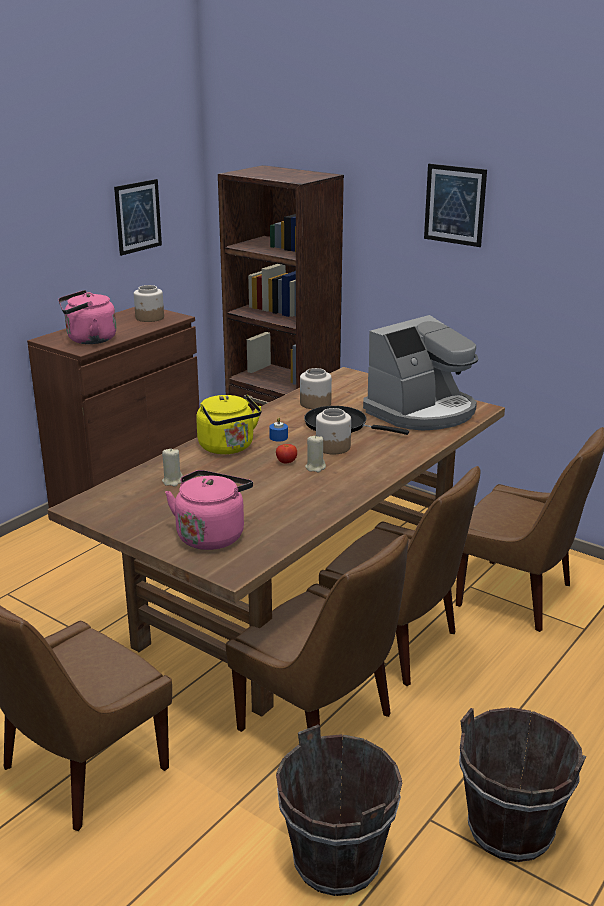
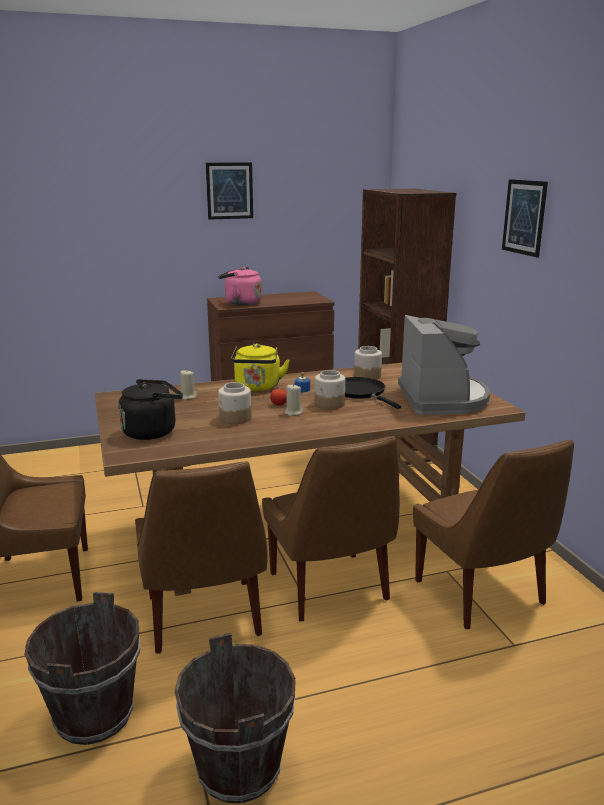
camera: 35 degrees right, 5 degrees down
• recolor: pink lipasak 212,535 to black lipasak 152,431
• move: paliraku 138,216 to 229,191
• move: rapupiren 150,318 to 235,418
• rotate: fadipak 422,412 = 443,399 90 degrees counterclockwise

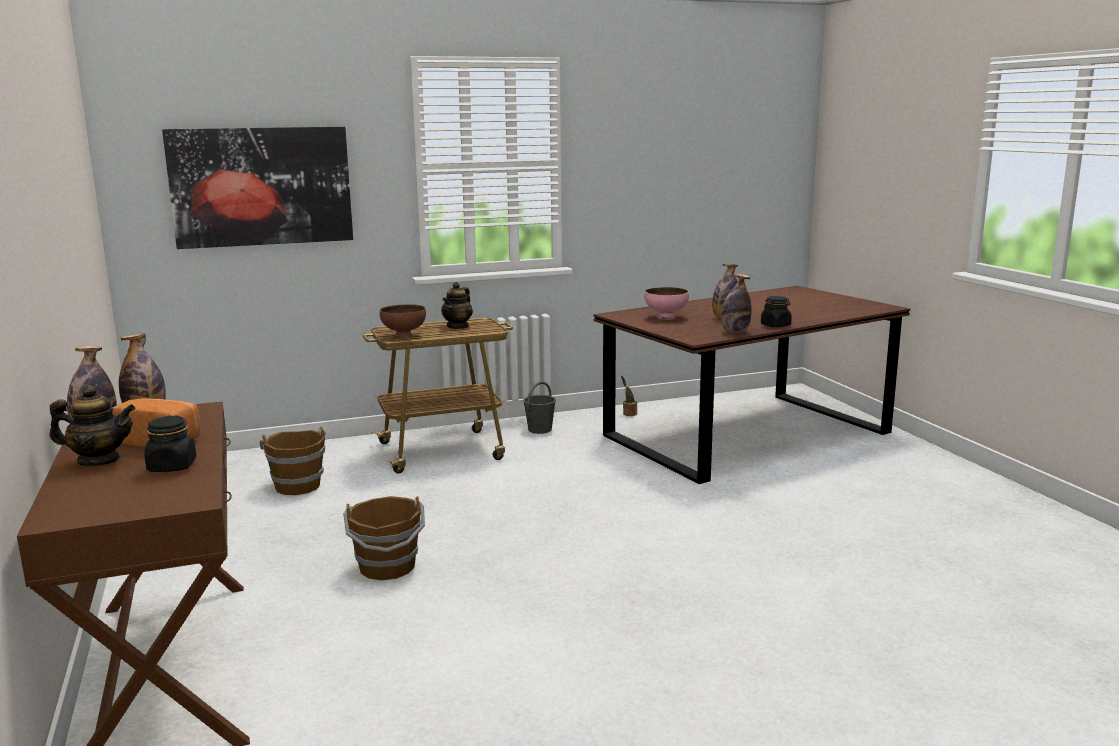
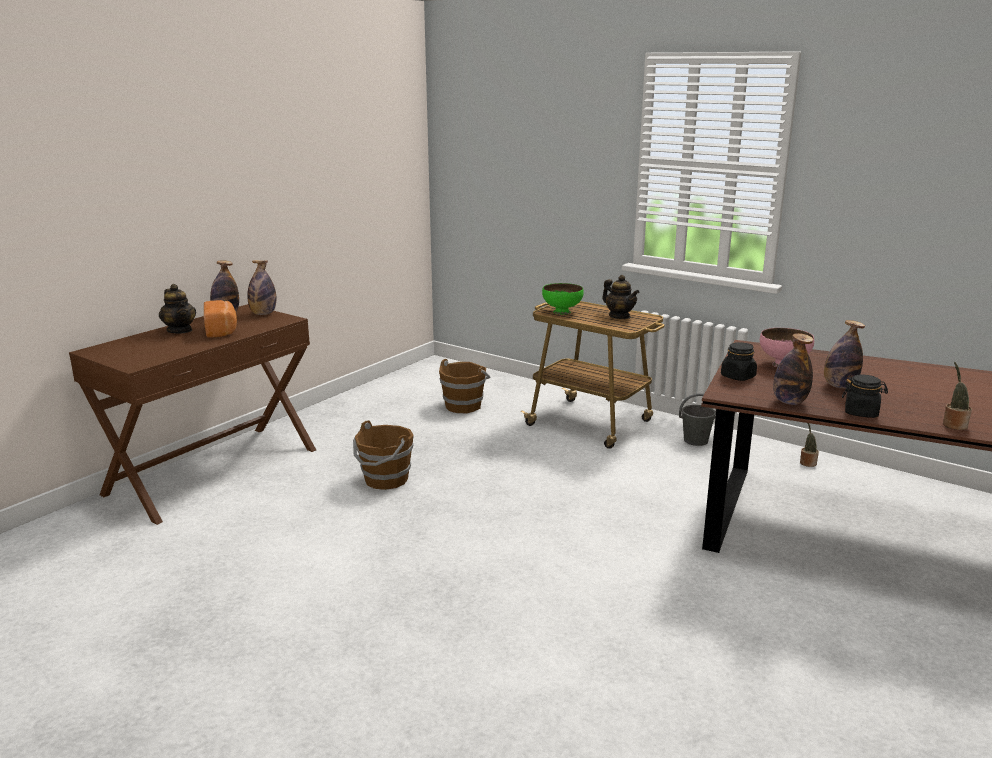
camera: 55 degrees right, 5 degrees up
• recolor: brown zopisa 404,336 to green zopisa 562,312
• rotate: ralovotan 458,326 = 619,316 120 degrees counterclockwise
• move: black rapupiren 172,466 to 737,377
• insert: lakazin 953,424
• delete: paliraku 261,186

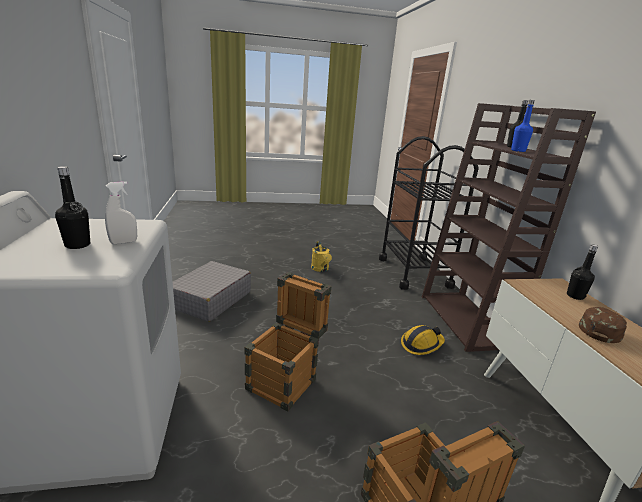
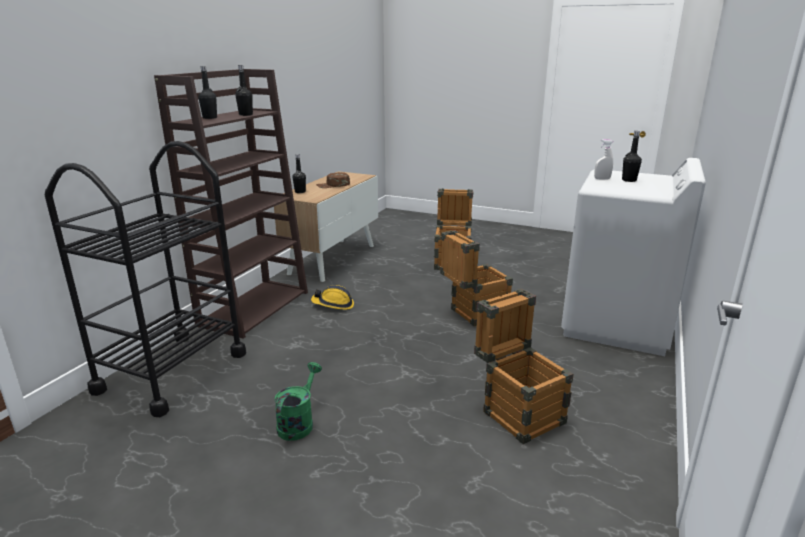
camera: 145 degrees left, 0 degrees up
• recolor: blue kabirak 518,151 to black kabirak 246,114
• recolor: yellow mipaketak 321,269 to green mipaketak 298,423
• replace: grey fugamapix 210,299 to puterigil 517,412

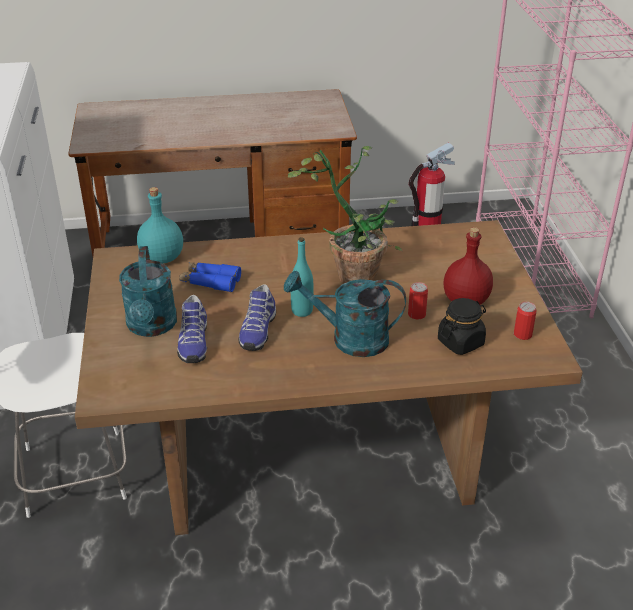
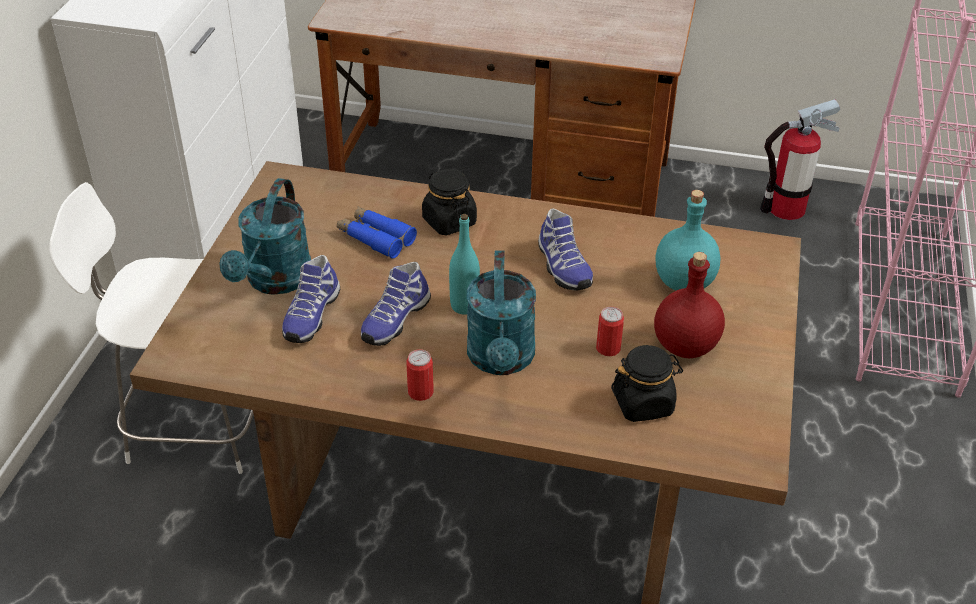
camera: 20 degrees right, 5 degrees up
• move: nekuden 522,334 to 420,392
• insert: black rapupiren 449,221
• rotate: turquoise mipaketak 349,339 = 501,360 120 degrees counterclockwise
• replace: lakazin 354,271 to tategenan 562,267
• move: turquoise kabirak 161,258 to 682,282

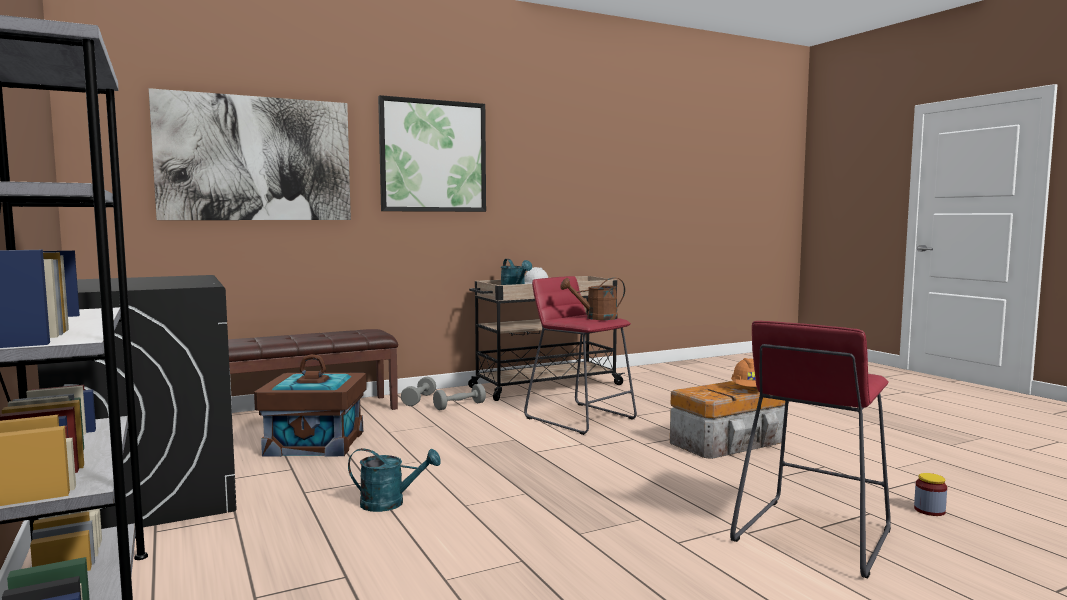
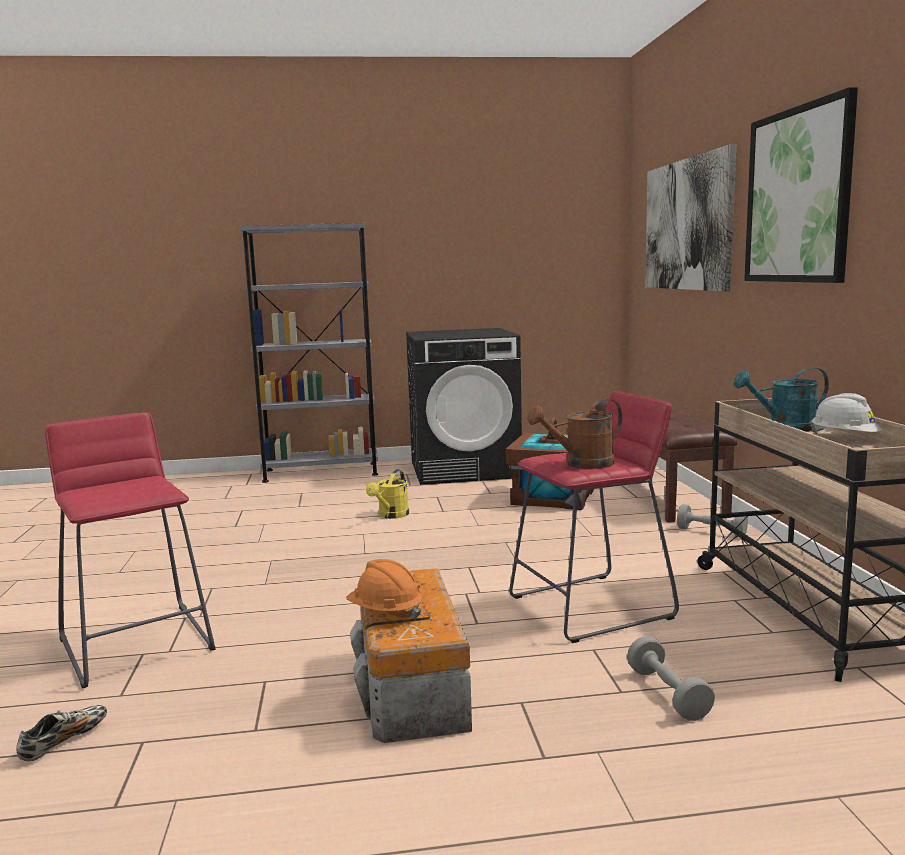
camera: 110 degrees right, 5 degrees up
• replace: rapupiren 929,510 to tategenan 64,741
• recolor: turquoise mipaketak 390,503 to yellow mipaketak 391,515
• rotate: brown mipaketak 596,318 = 581,464 120 degrees counterclockwise
• move: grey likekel 459,406 to 668,694

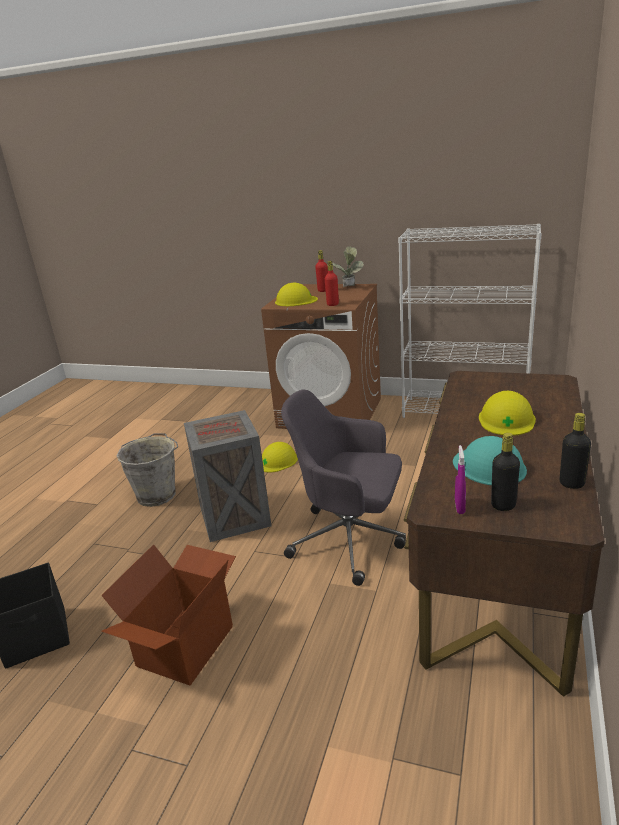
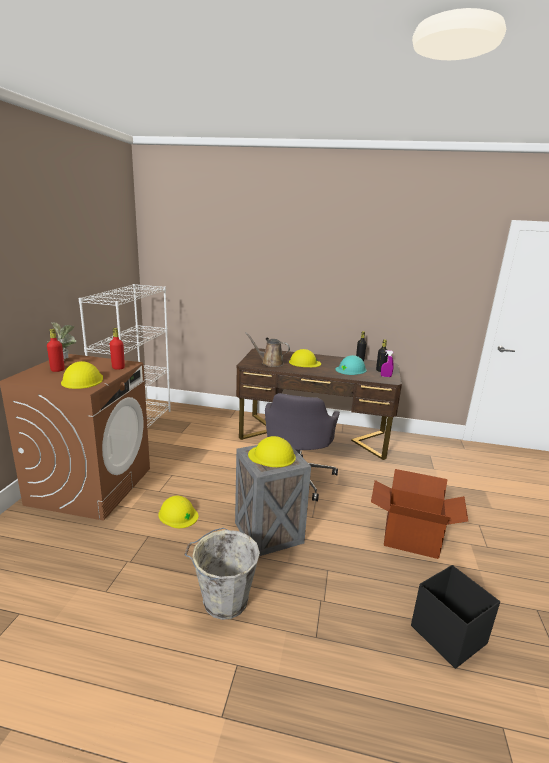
camera: 100 degrees left, 5 degrees down
• insert: brown mipaketak 270,363
• insert: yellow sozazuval 272,456

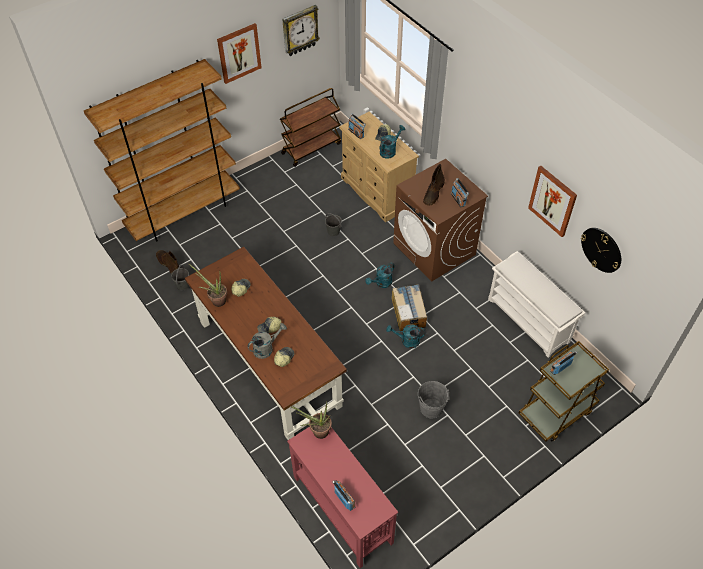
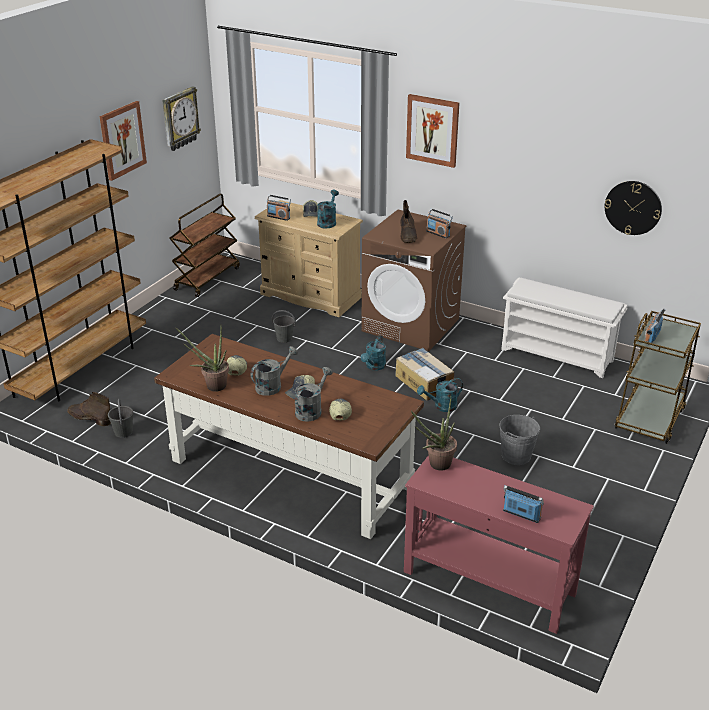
camera: 25 degrees left, 20 degrees down
• insert: grey mipaketak 272,386
• move: paliraku 552,201 to 432,130

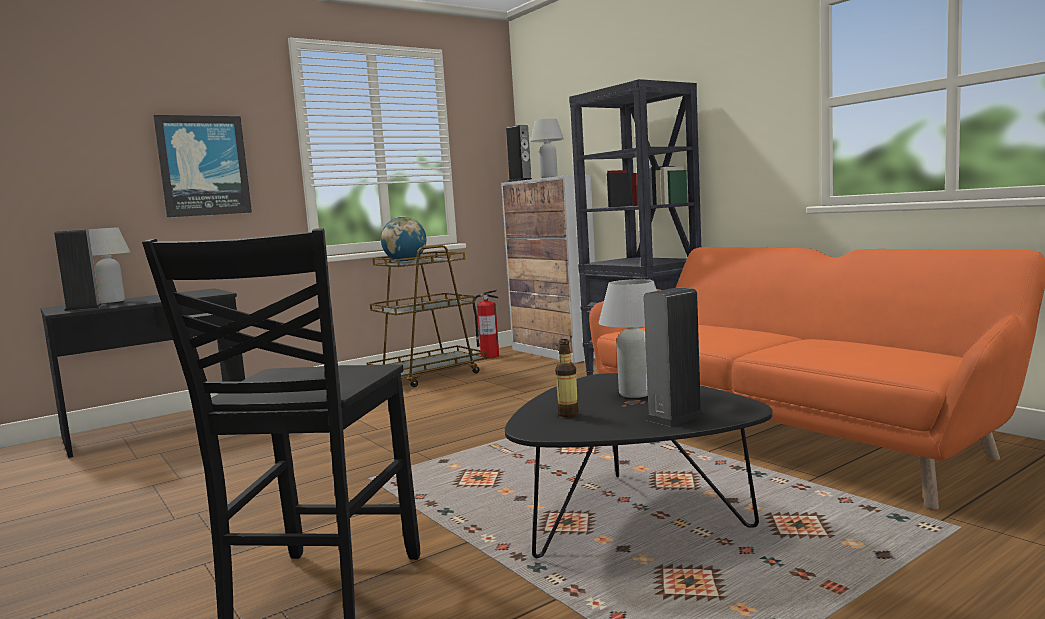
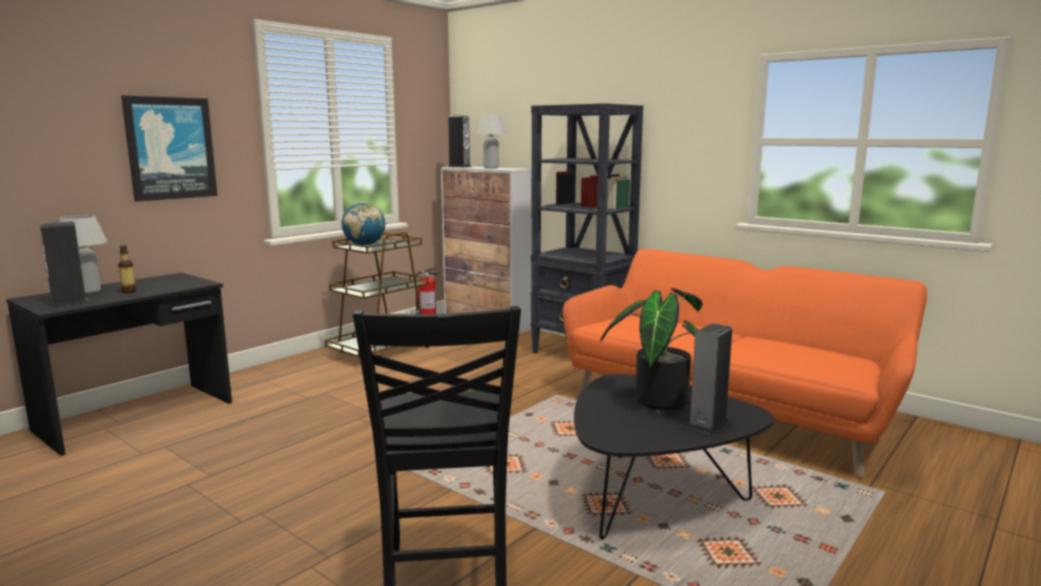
camera: 15 degrees left, 5 degrees up
• move: kabirak 568,414 to 129,292
• replace: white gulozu 635,394 to lakazin 657,398

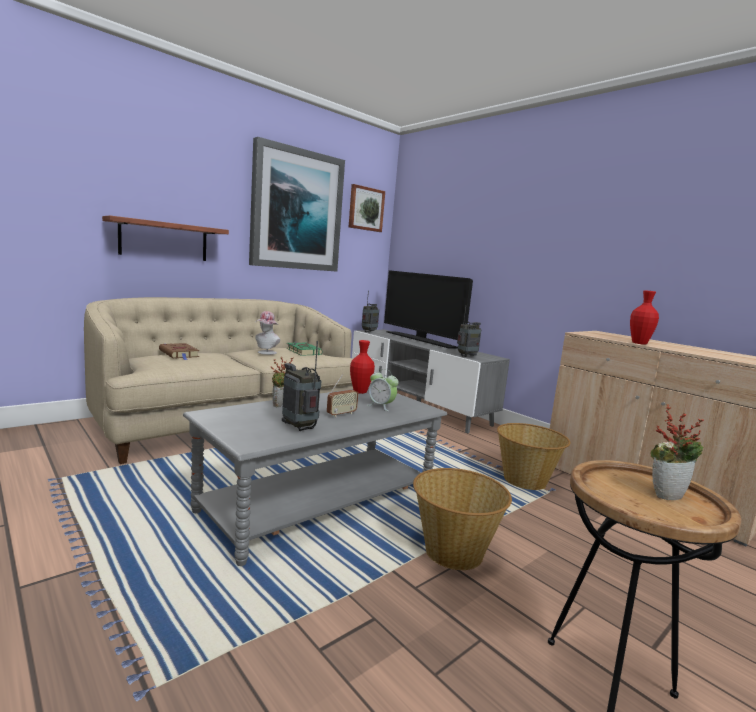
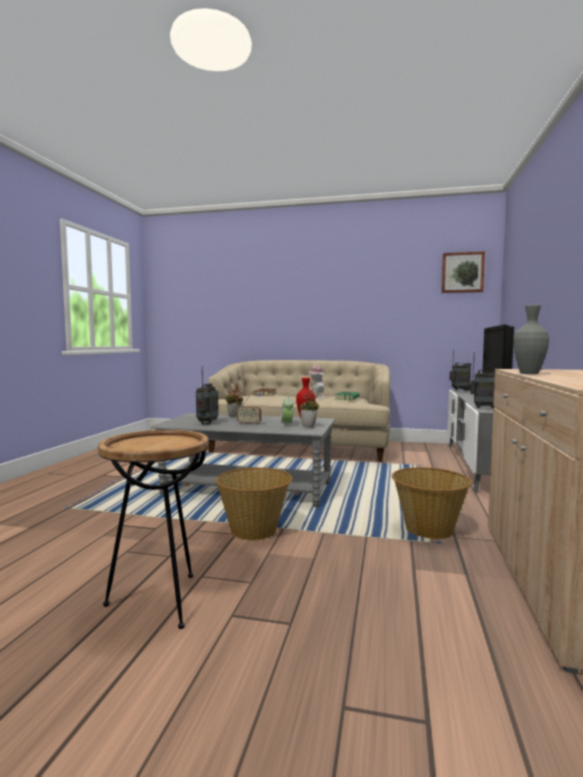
camera: 55 degrees right, 5 degrees down
• move: lakazin 666,494 to 309,426
• recolor: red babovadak 639,343 to grey babovadak 529,373
• delete: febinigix 164,240
• delete: paliraku 296,210

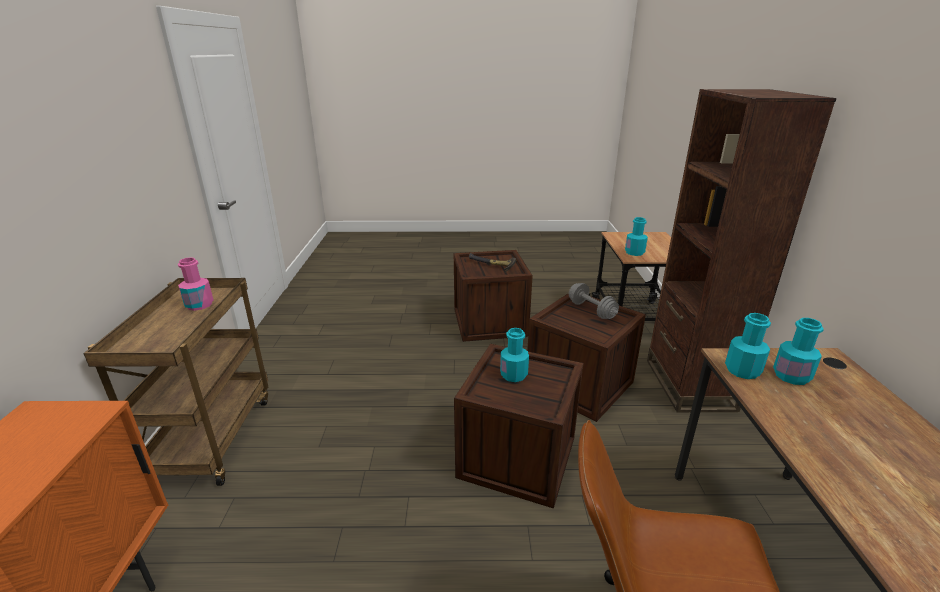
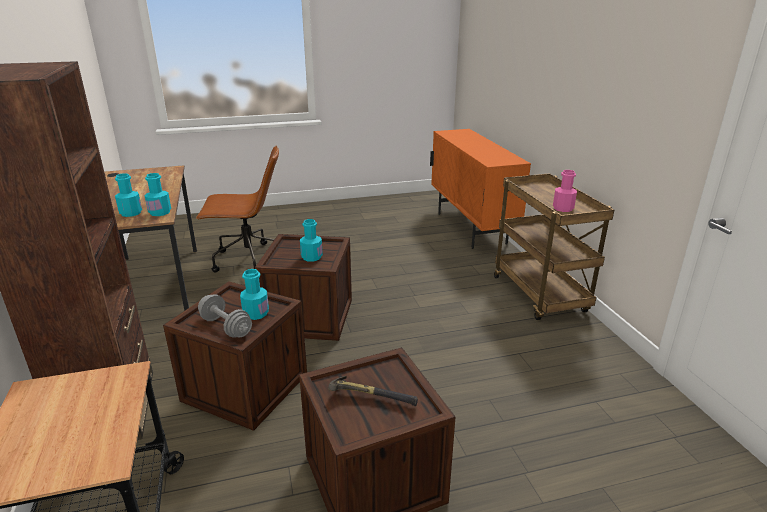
camera: 165 degrees right, 0 degrees up
• move: turquoise kabirak 634,252 to 256,313

